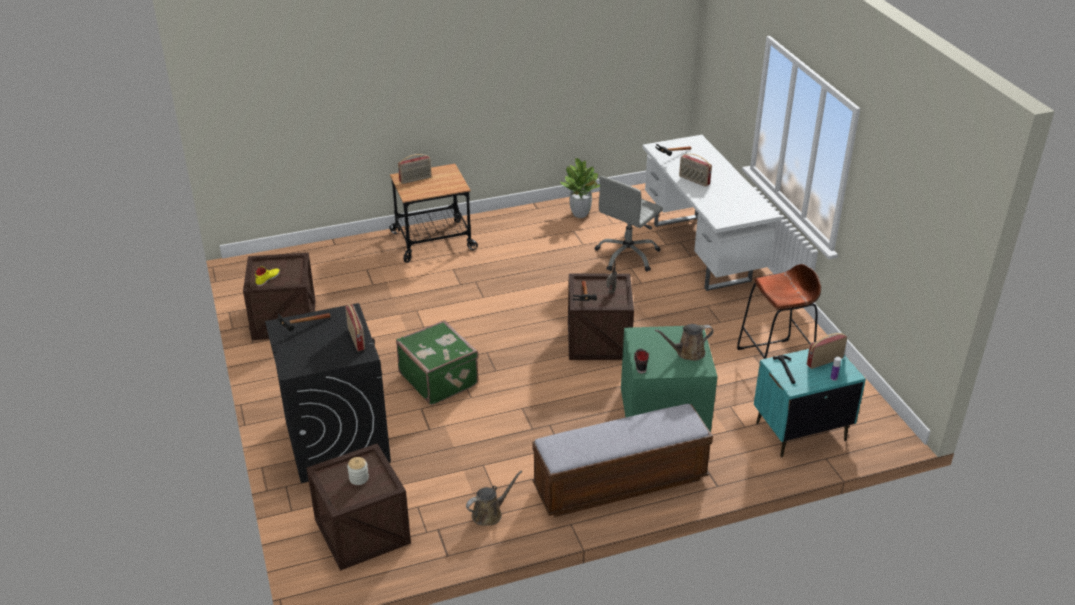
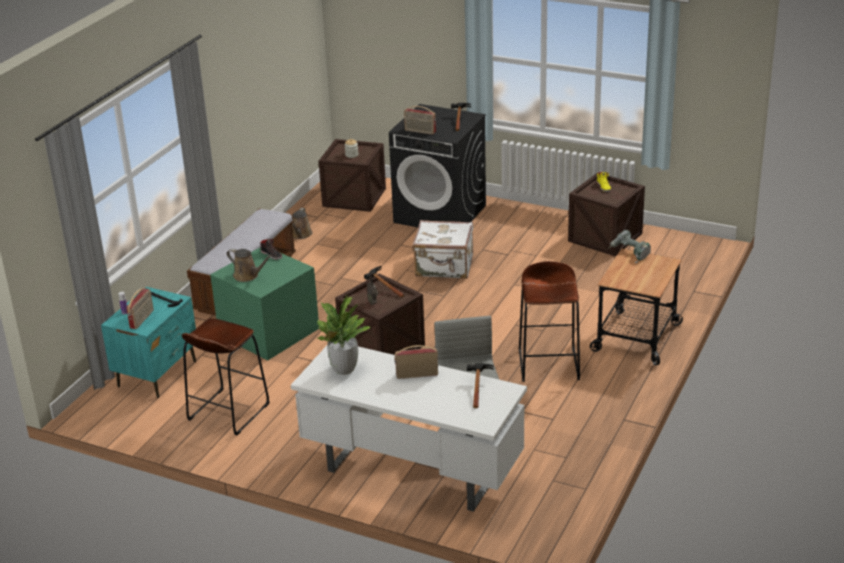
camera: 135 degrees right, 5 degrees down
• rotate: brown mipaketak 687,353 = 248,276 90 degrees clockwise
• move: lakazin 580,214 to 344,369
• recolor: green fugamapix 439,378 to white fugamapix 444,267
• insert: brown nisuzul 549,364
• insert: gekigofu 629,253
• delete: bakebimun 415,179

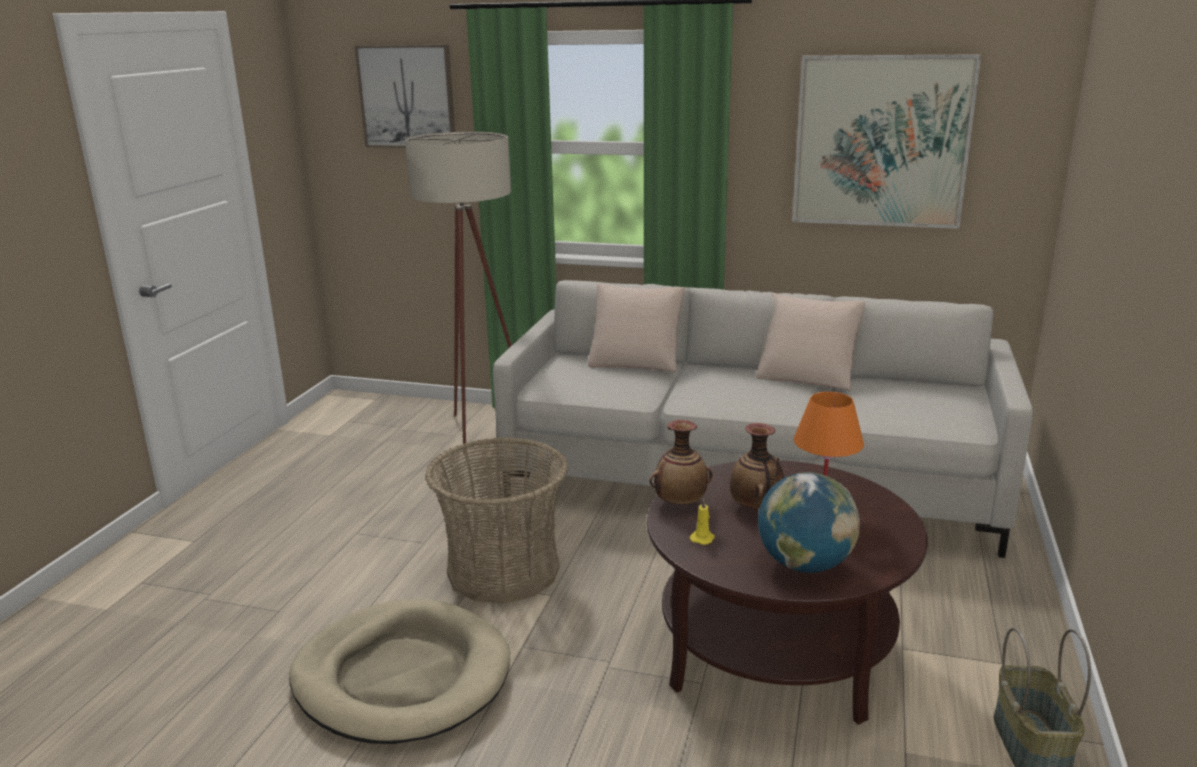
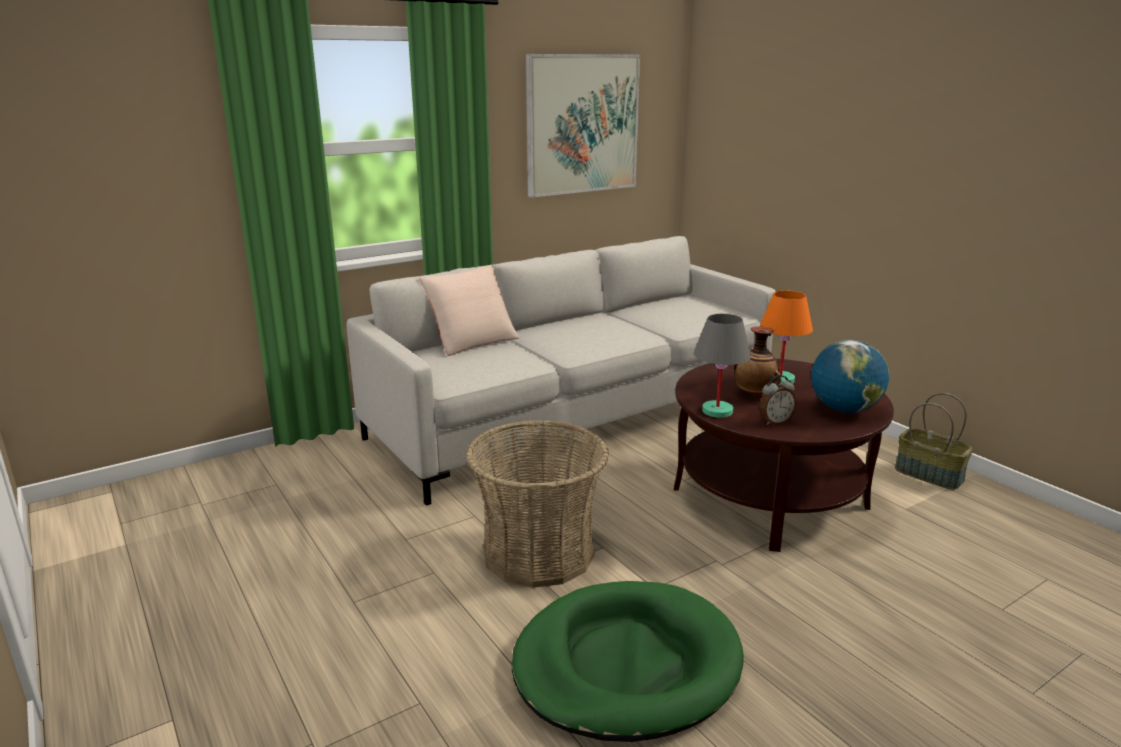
camera: 50 degrees left, 0 degrees up
• recolor: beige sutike 402,677 to green sutike 626,665
• replace: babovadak 680,503 to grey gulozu 717,410
• replace: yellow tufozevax 703,538 to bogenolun 775,422
• delete: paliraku 407,97
• delete: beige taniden 479,436
• delete: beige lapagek 807,375

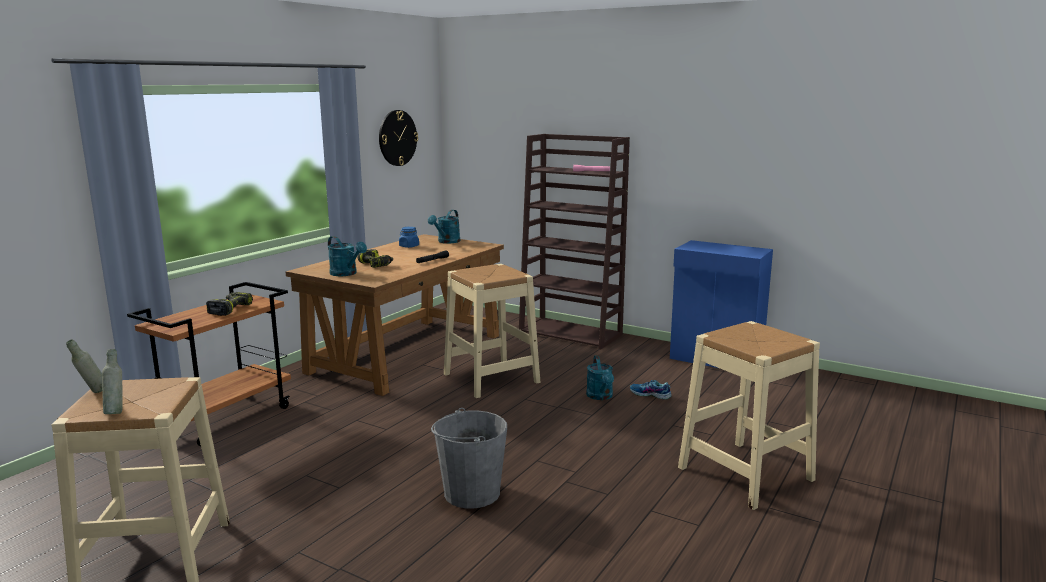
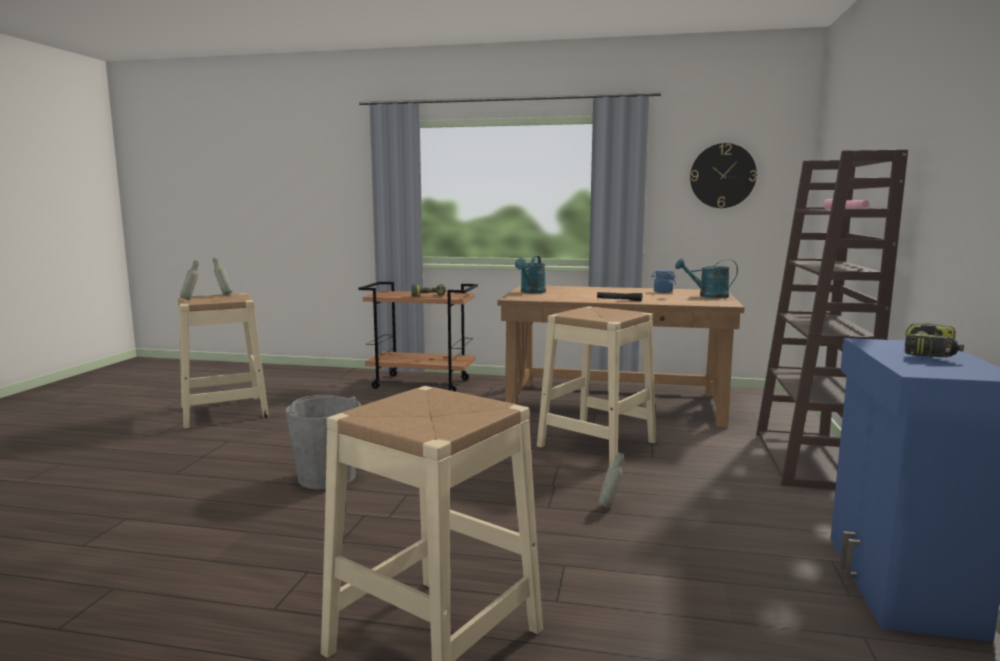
camera: 70 degrees right, 5 degrees down
• replace: turquoise mipaketak 601,397 to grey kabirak 610,505
• move: gekigofu 376,264 to 931,354
• delete: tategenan 650,395

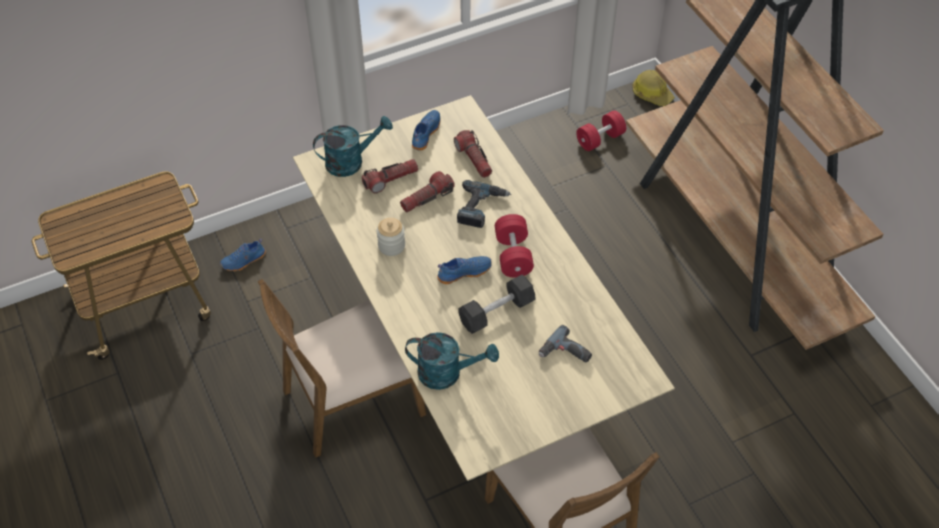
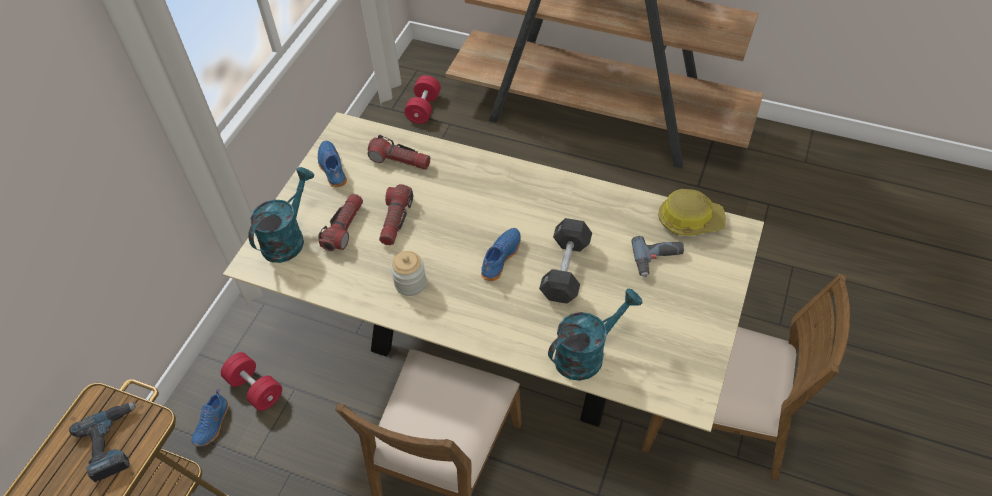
camera: 40 degrees left, 0 degrees up
• move: gekigofu 481,207 to 112,443
• move: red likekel 513,255 to 255,388
• move: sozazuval 652,93 to 689,220

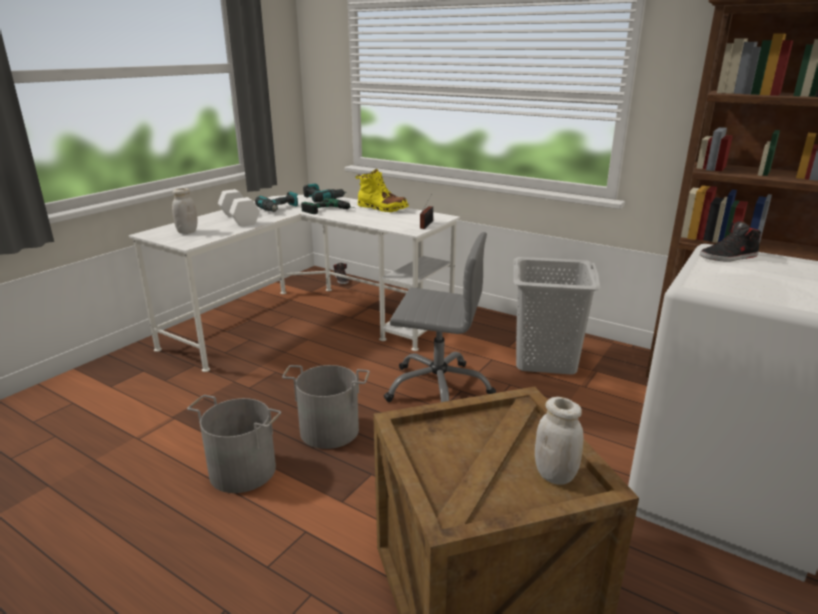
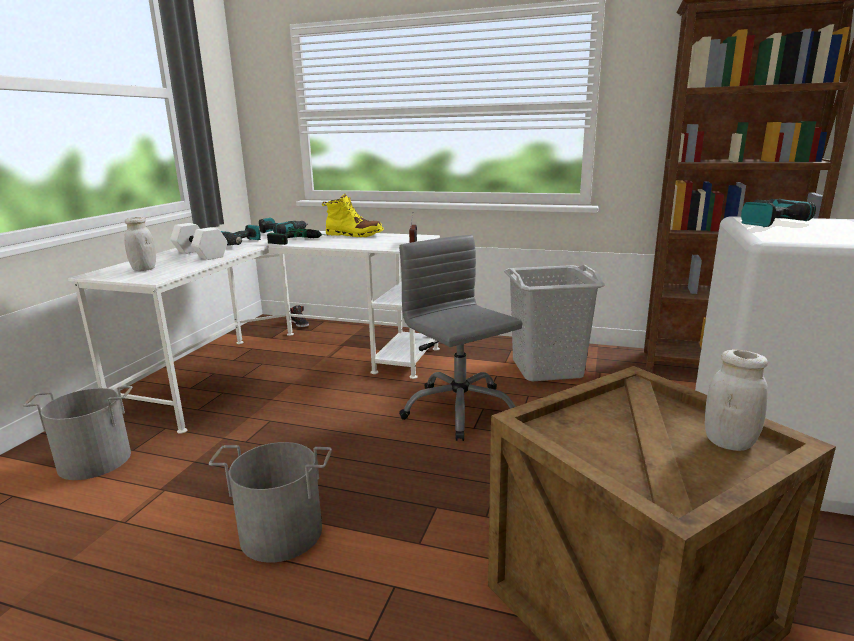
camera: 15 degrees left, 5 degrees down
• move: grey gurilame 329,431 to 94,461
• rotate: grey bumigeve 438,388 = 459,409 120 degrees counterclockwise
• replace: black tategenan 729,257 to gekigofu 765,222

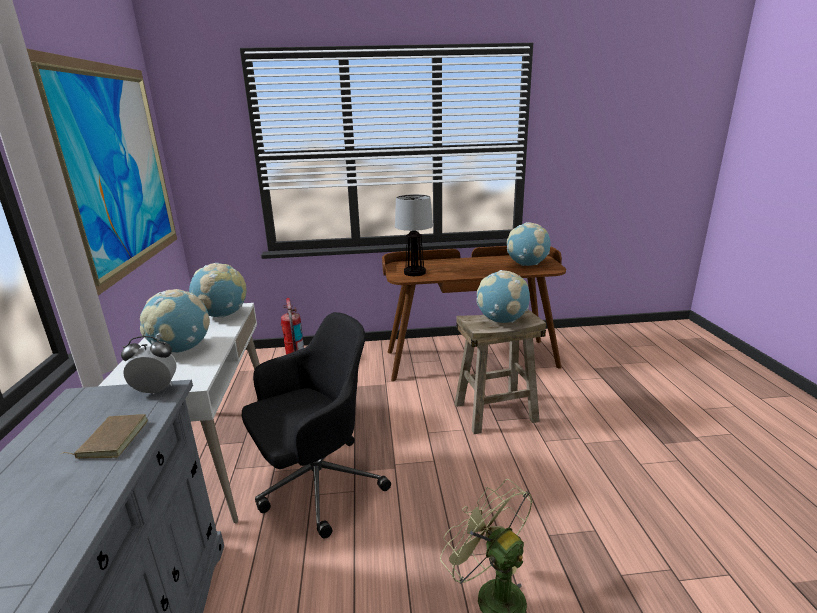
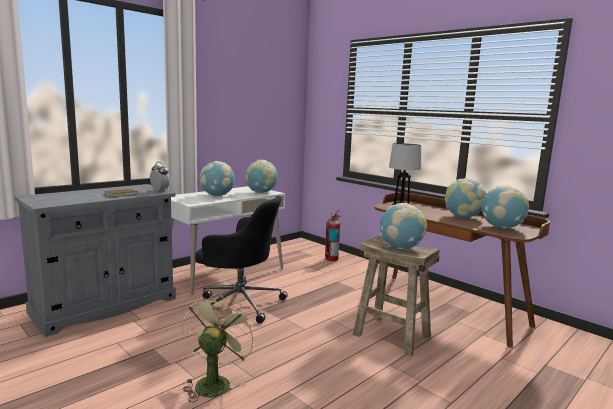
camera: 50 degrees right, 10 degrees down
• insert: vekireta 463,217
• delete: paliraku 118,170

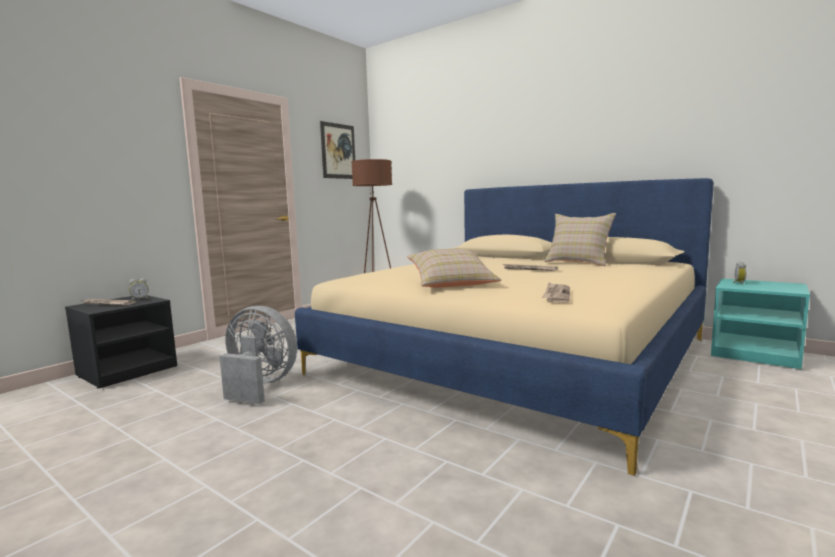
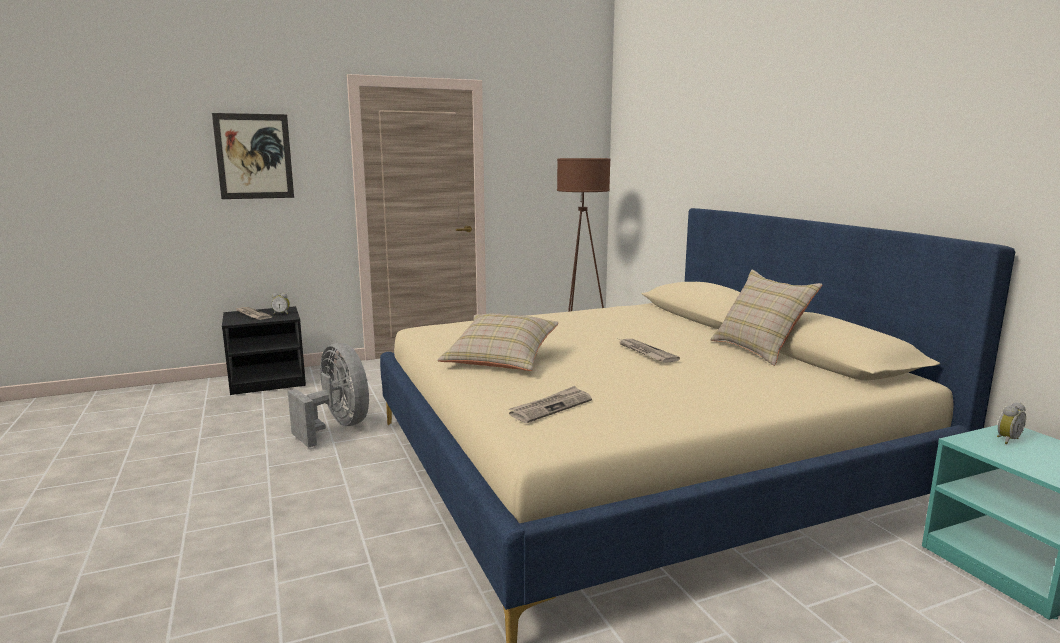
camera: 30 degrees right, 5 degrees up
• move: paliraku 338,151 to 254,156

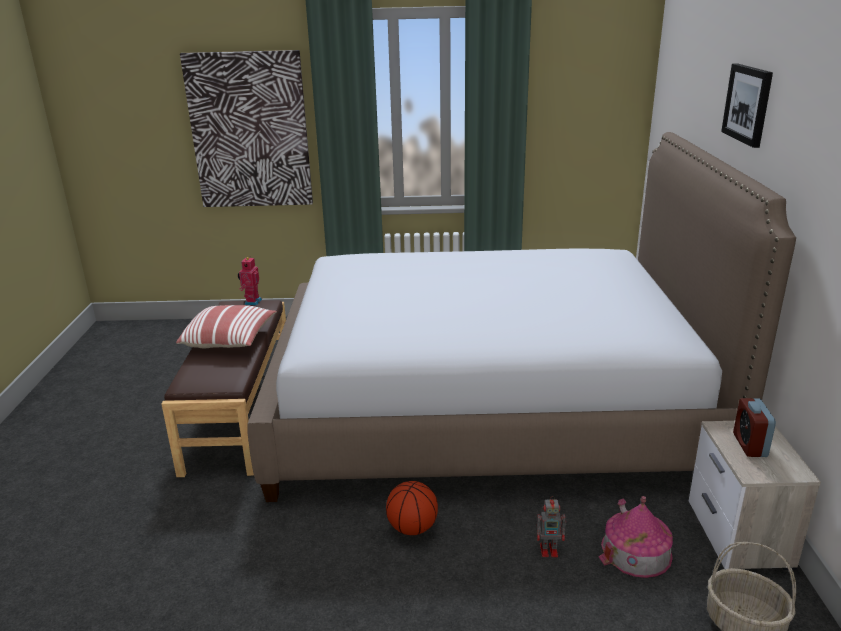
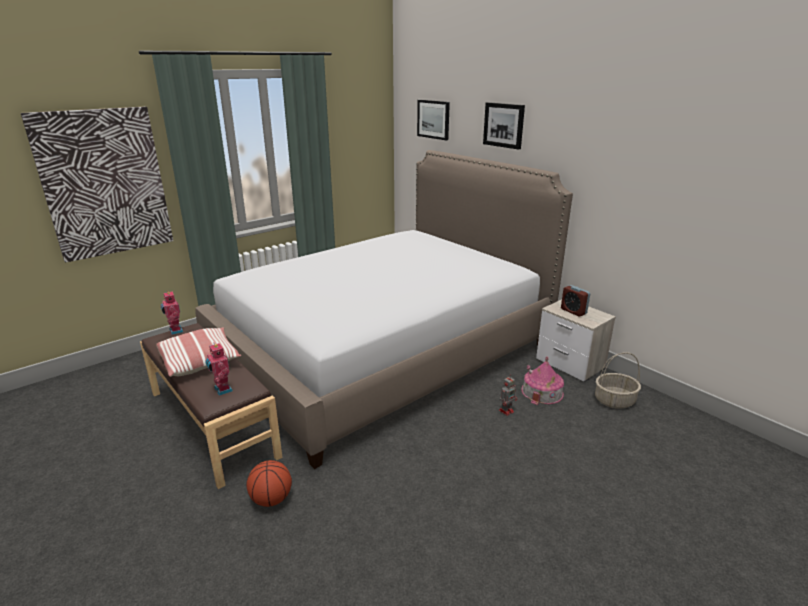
camera: 40 degrees left, 0 degrees up
• insert: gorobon 222,390
• move: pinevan 412,528 to 271,499
• insert: paliraku 433,119

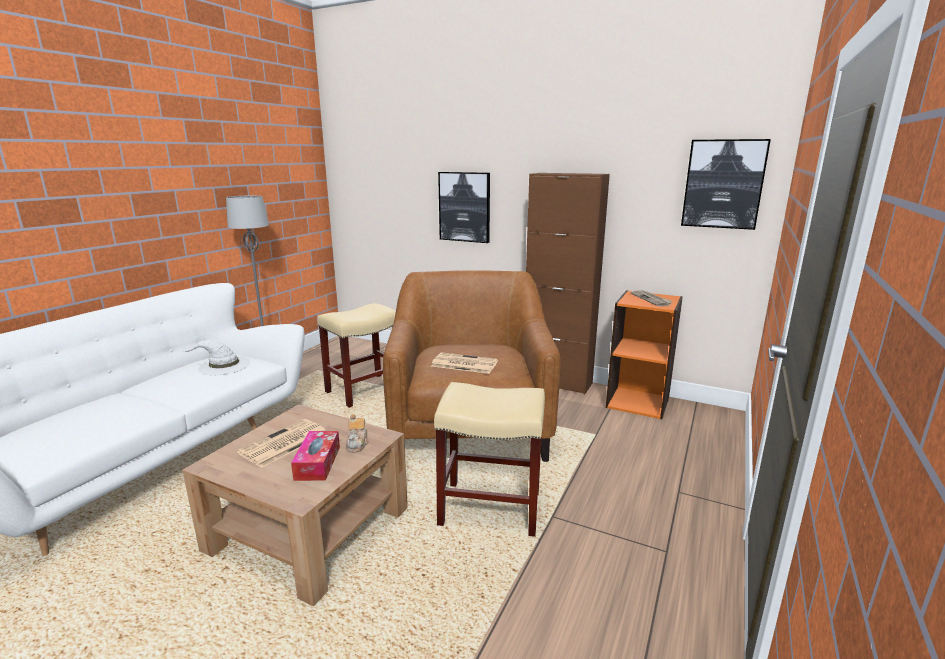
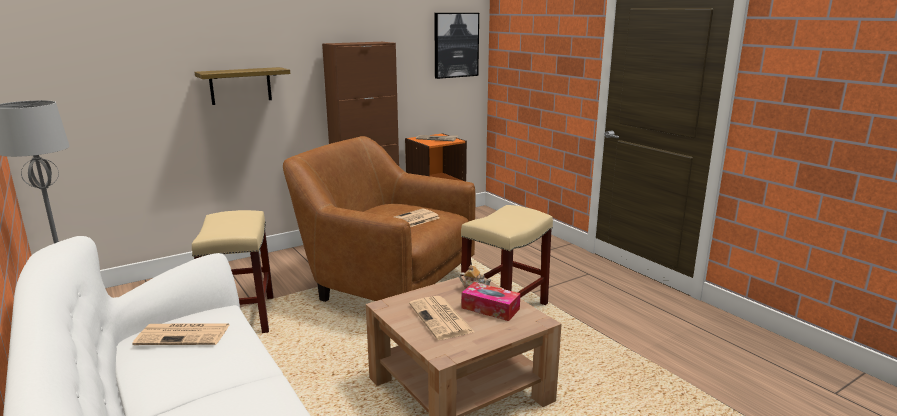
camera: 60 degrees left, 0 degrees up
• replace: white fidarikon 223,366 to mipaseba 184,334
• replace: paliraku 464,207 to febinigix 240,86

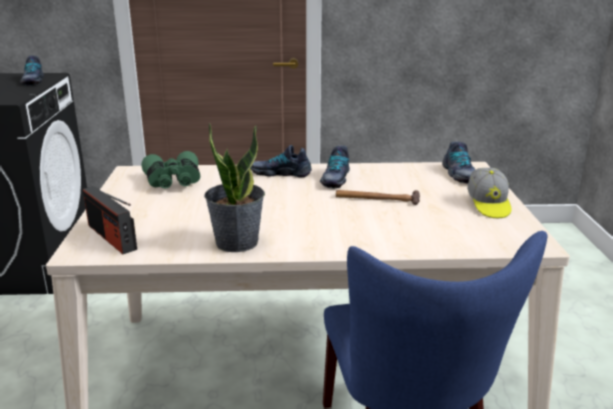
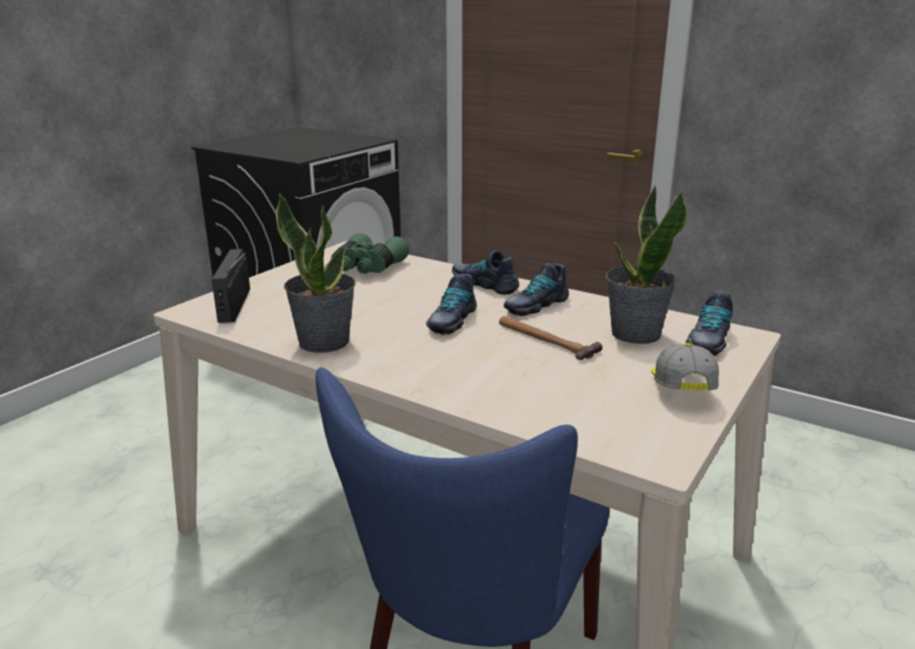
camera: 35 degrees right, 0 degrees up
• move: tategenan 32,81 to 451,320
• insert: lakazin 635,334
• rotate: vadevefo 488,205 = 680,389 150 degrees clockwise

